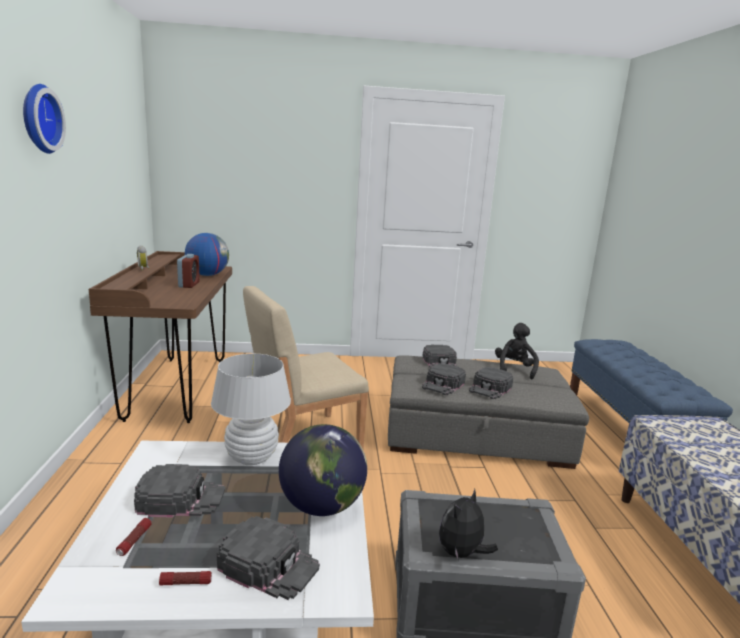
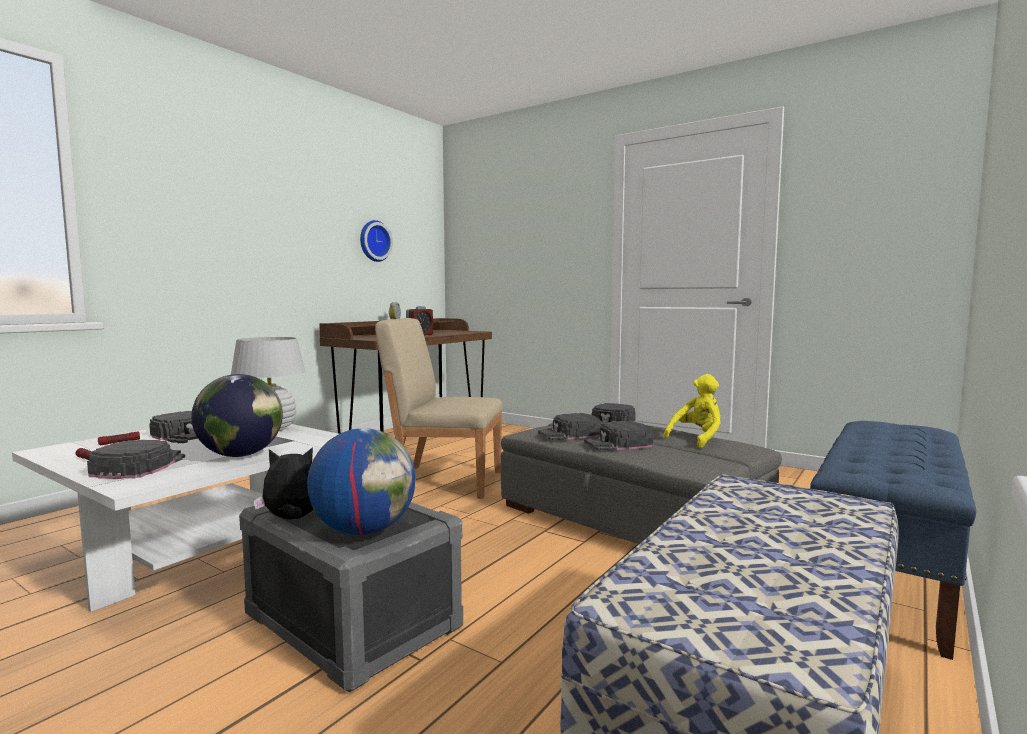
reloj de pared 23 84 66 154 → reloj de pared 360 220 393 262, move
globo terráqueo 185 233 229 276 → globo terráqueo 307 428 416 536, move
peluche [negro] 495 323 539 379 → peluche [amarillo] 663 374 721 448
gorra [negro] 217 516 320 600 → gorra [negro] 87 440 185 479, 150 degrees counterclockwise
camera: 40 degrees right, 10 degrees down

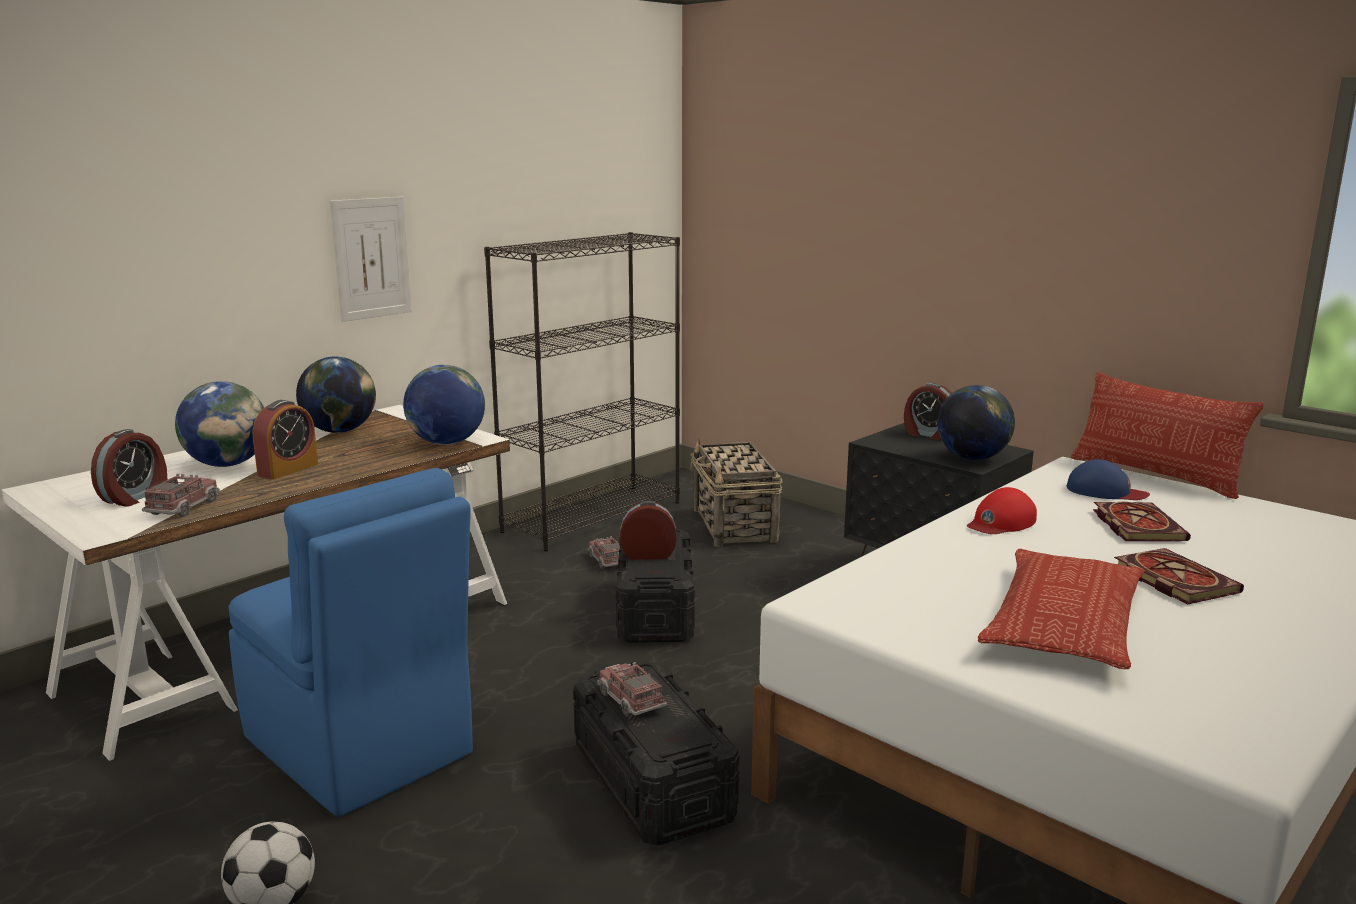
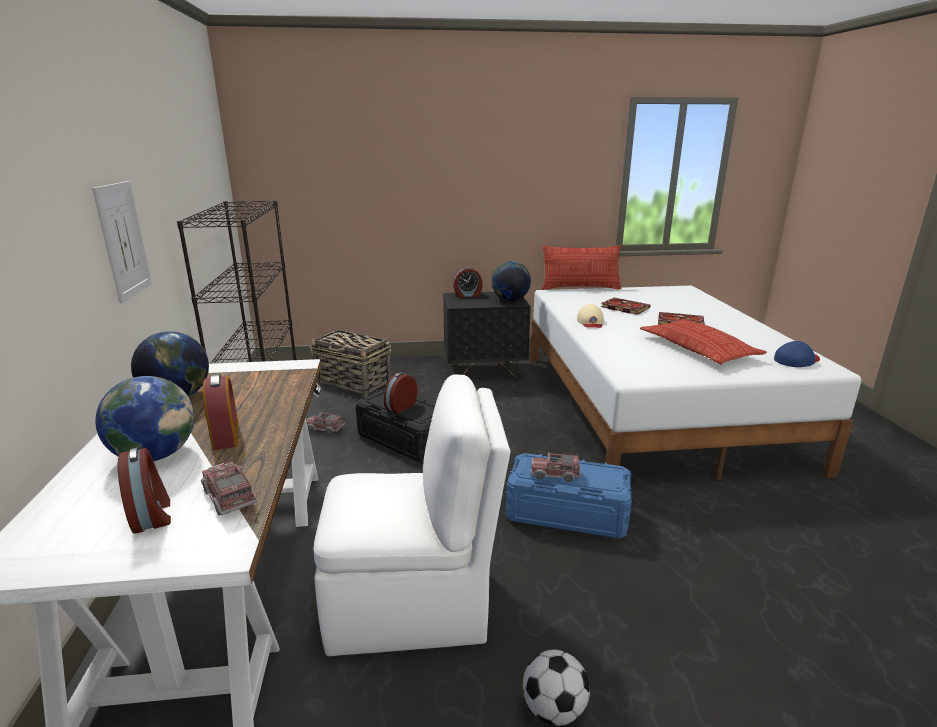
globo terráqueo 403 365 485 445 → -
gorra [azul] 1067 459 1150 500 → gorra [azul] 774 341 820 367, move
silla [azul] 229 468 473 817 → silla [blanco] 314 374 511 656
gorra [rojo] 967 487 1037 534 → gorra [beis] 577 304 604 328
caja de almacenaje [negro] 573 662 739 846 → caja de almacenaje [azul] 506 453 632 538
camera: 50 degrees left, 5 degrees up

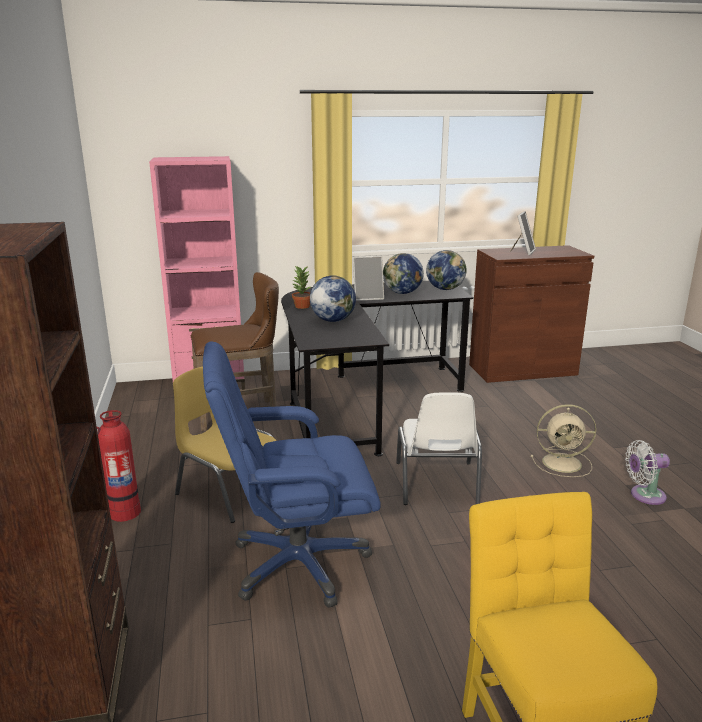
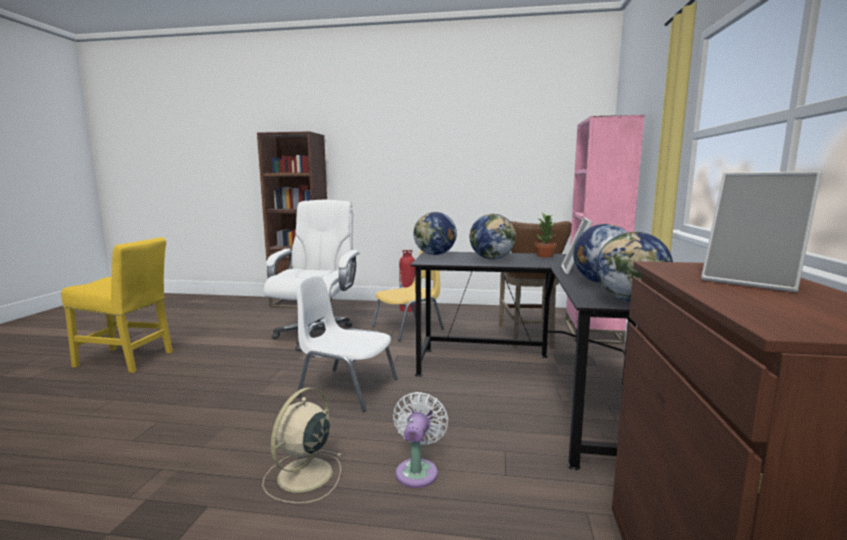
silla de oficina [azul] 203 341 381 608 → silla de oficina [blanco] 264 200 360 351
ventilador [blanco] 625 440 670 505 → ventilador [blanco] 393 392 448 488, move
- → globo terráqueo 413 212 457 255
camera: 110 degrees right, 10 degrees down

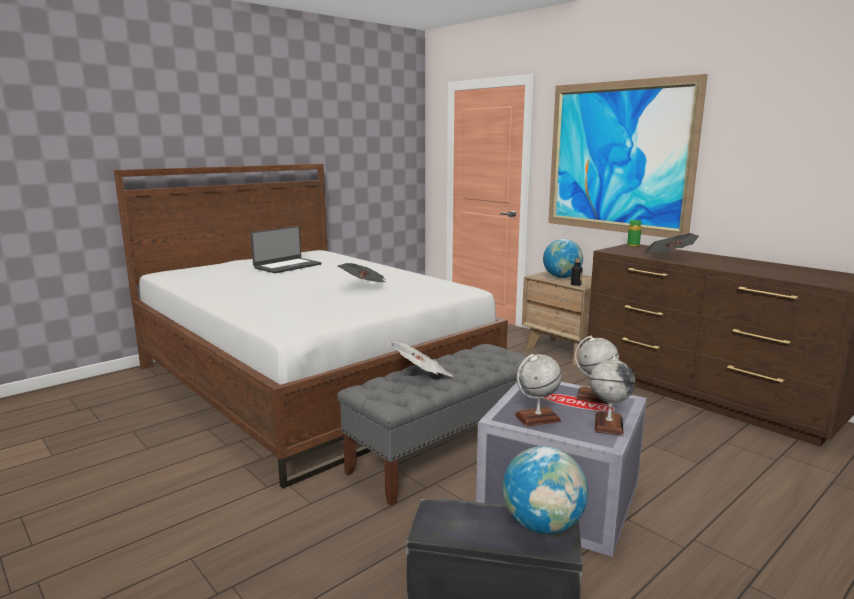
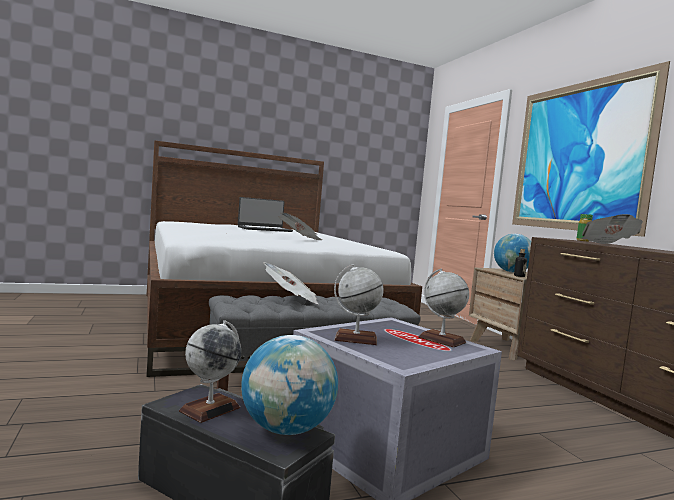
globo terráqueo 590 355 635 436 → globo terráqueo 179 320 241 423, move
camera: 20 degrees right, 10 degrees down

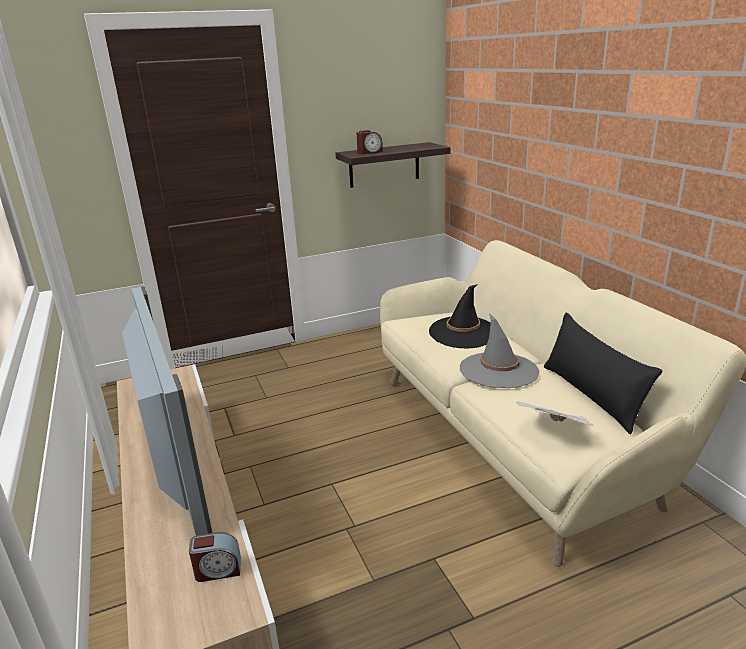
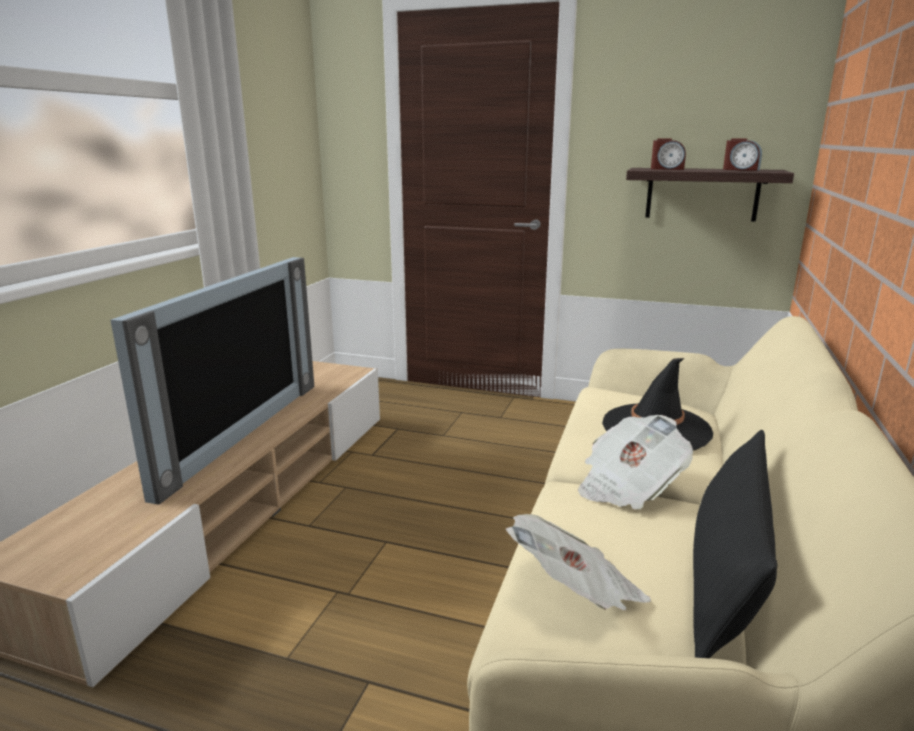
sombrero [gris] 460 313 539 388 → periódico 578 415 693 509
despertador 189 532 241 582 → despertador 723 139 762 171, move
camera: 40 degrees right, 5 degrees down

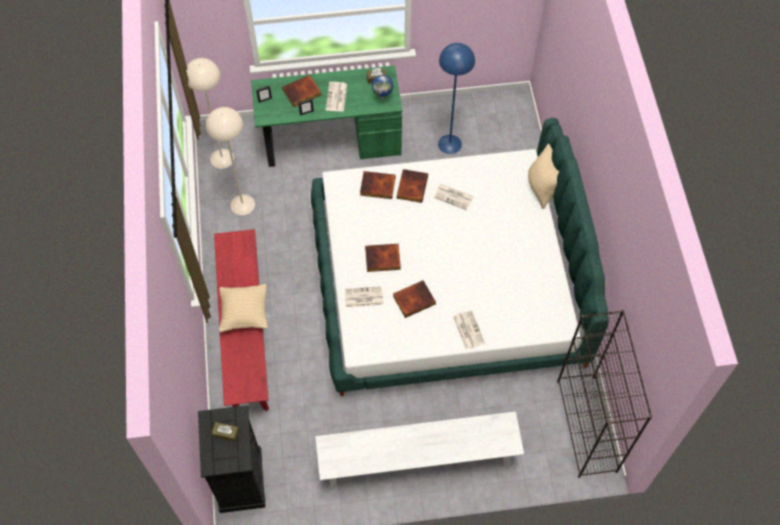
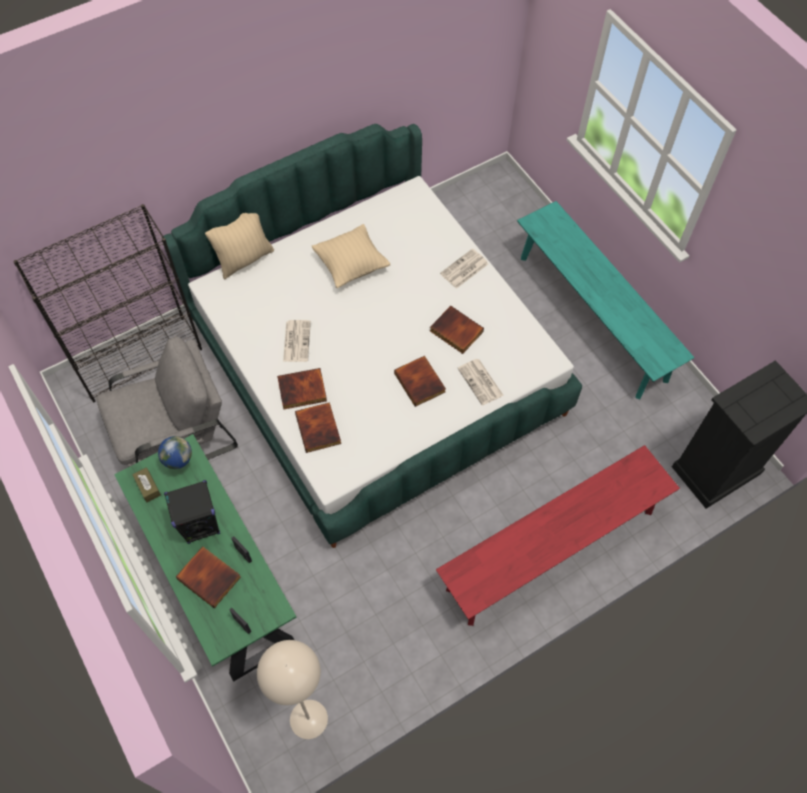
lámpara de pie [azul] 438 43 475 154 → sillón [gris] 96 337 238 467
periódico 326 82 347 112 → altavoz [negro] 164 480 220 544
lámpara de pie [beis] 206 107 255 215 → -
cojín [beis] 219 284 268 332 → cojín [beis] 312 224 390 288, move
estantería [negro] 557 310 652 478 → estantería [negro] 13 204 202 402, move
banco [blanco] 315 411 524 490 → banco [turquesa] 517 201 695 399
caja de pañuelos [marrón] 212 422 239 442 → -
camera: 115 degrees left, 0 degrees up

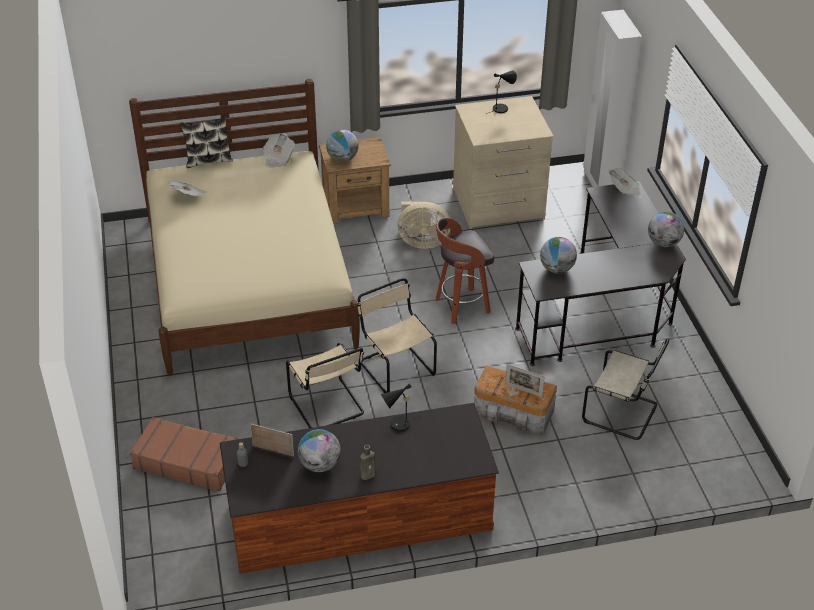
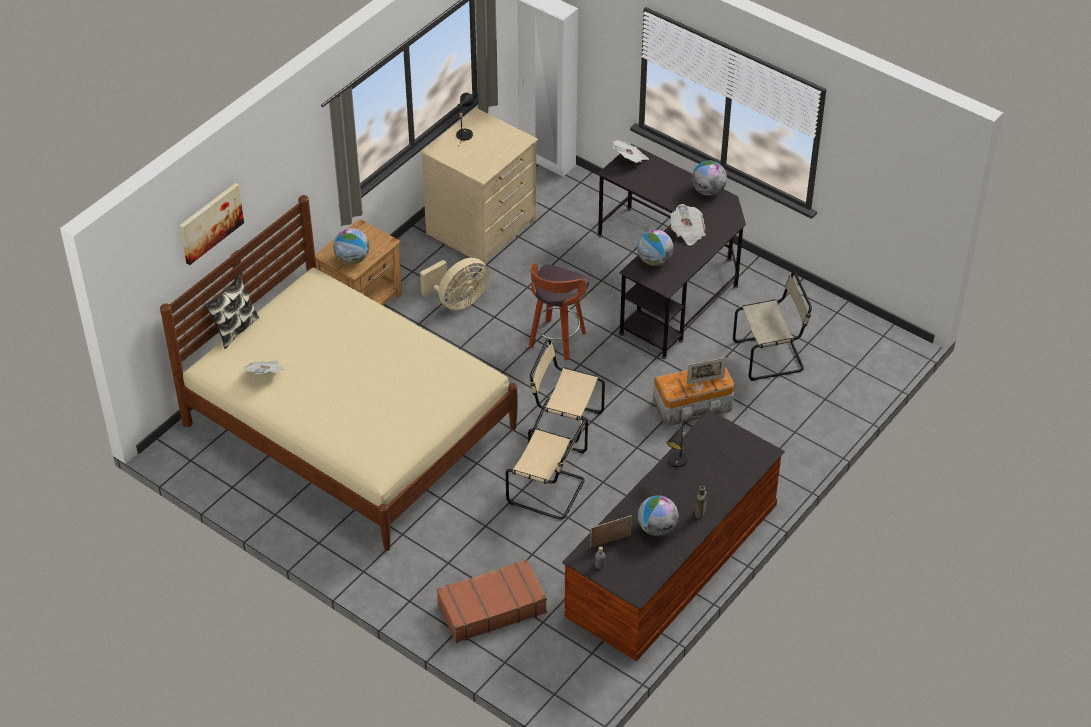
periódico 263 133 295 168 → periódico 670 204 706 246, move
- → cuadro 180 183 244 265
camera: 40 degrees left, 5 degrees up

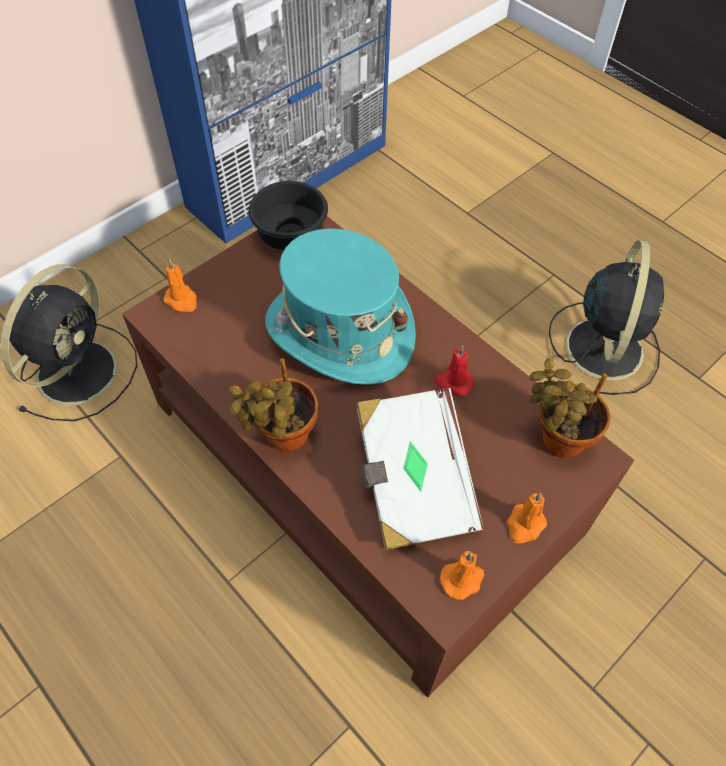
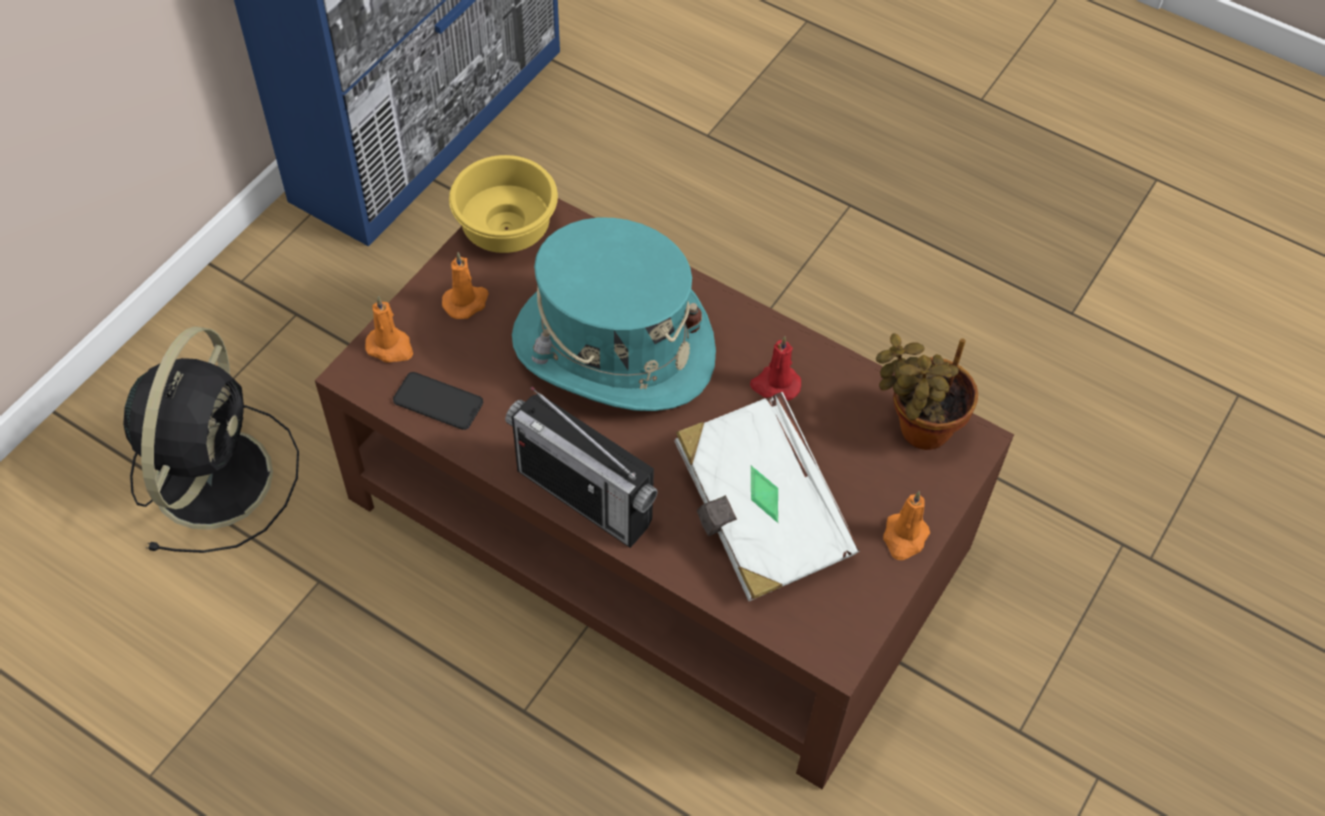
cuenco [negro] 248 181 328 250 → cuenco [amarillo] 449 155 558 253
ventilador [negro] 549 240 664 395 → -
planta en maceta 230 358 318 452 → radio 505 387 658 548
vela [naranja] 440 551 484 600 → vela [naranja] 442 252 489 319, move
- → móvil 393 372 483 430
camera: 15 degrees left, 0 degrees up

